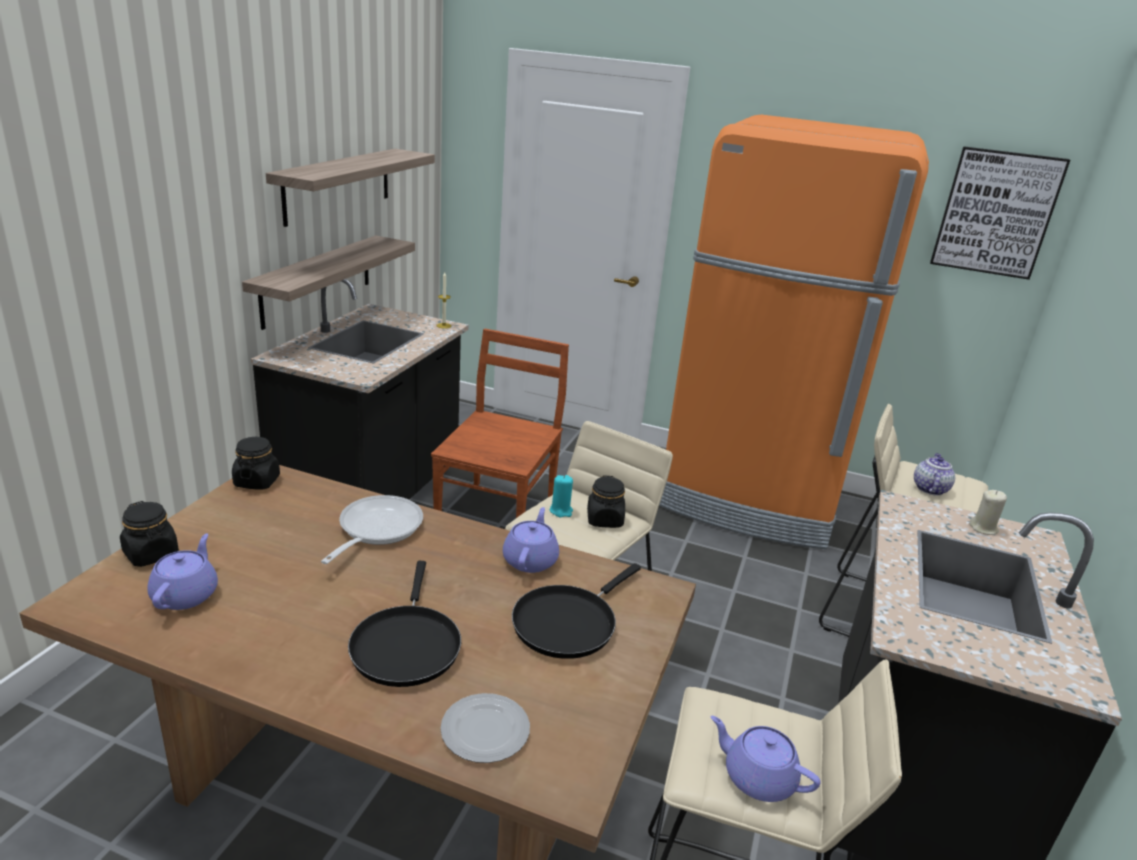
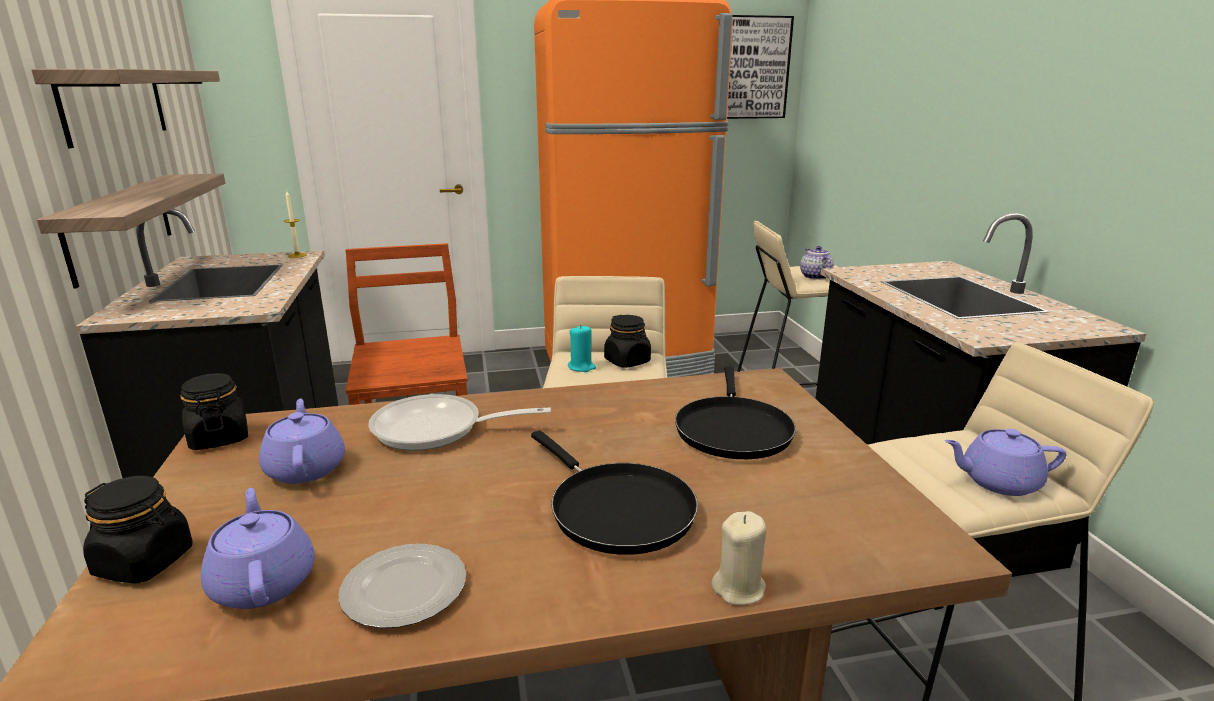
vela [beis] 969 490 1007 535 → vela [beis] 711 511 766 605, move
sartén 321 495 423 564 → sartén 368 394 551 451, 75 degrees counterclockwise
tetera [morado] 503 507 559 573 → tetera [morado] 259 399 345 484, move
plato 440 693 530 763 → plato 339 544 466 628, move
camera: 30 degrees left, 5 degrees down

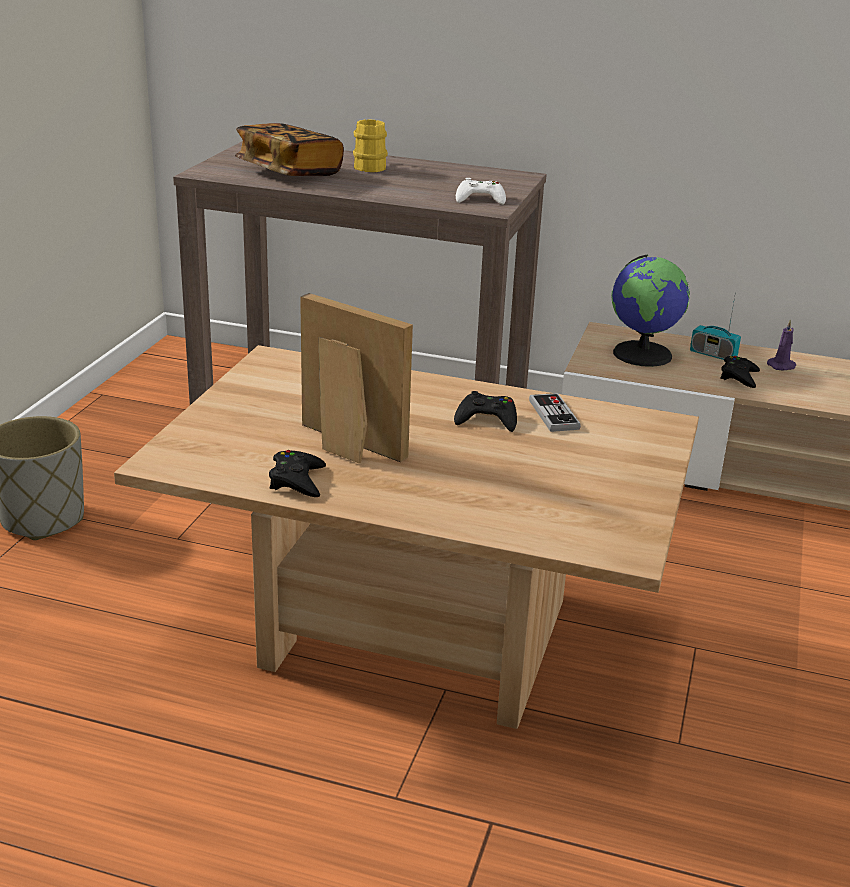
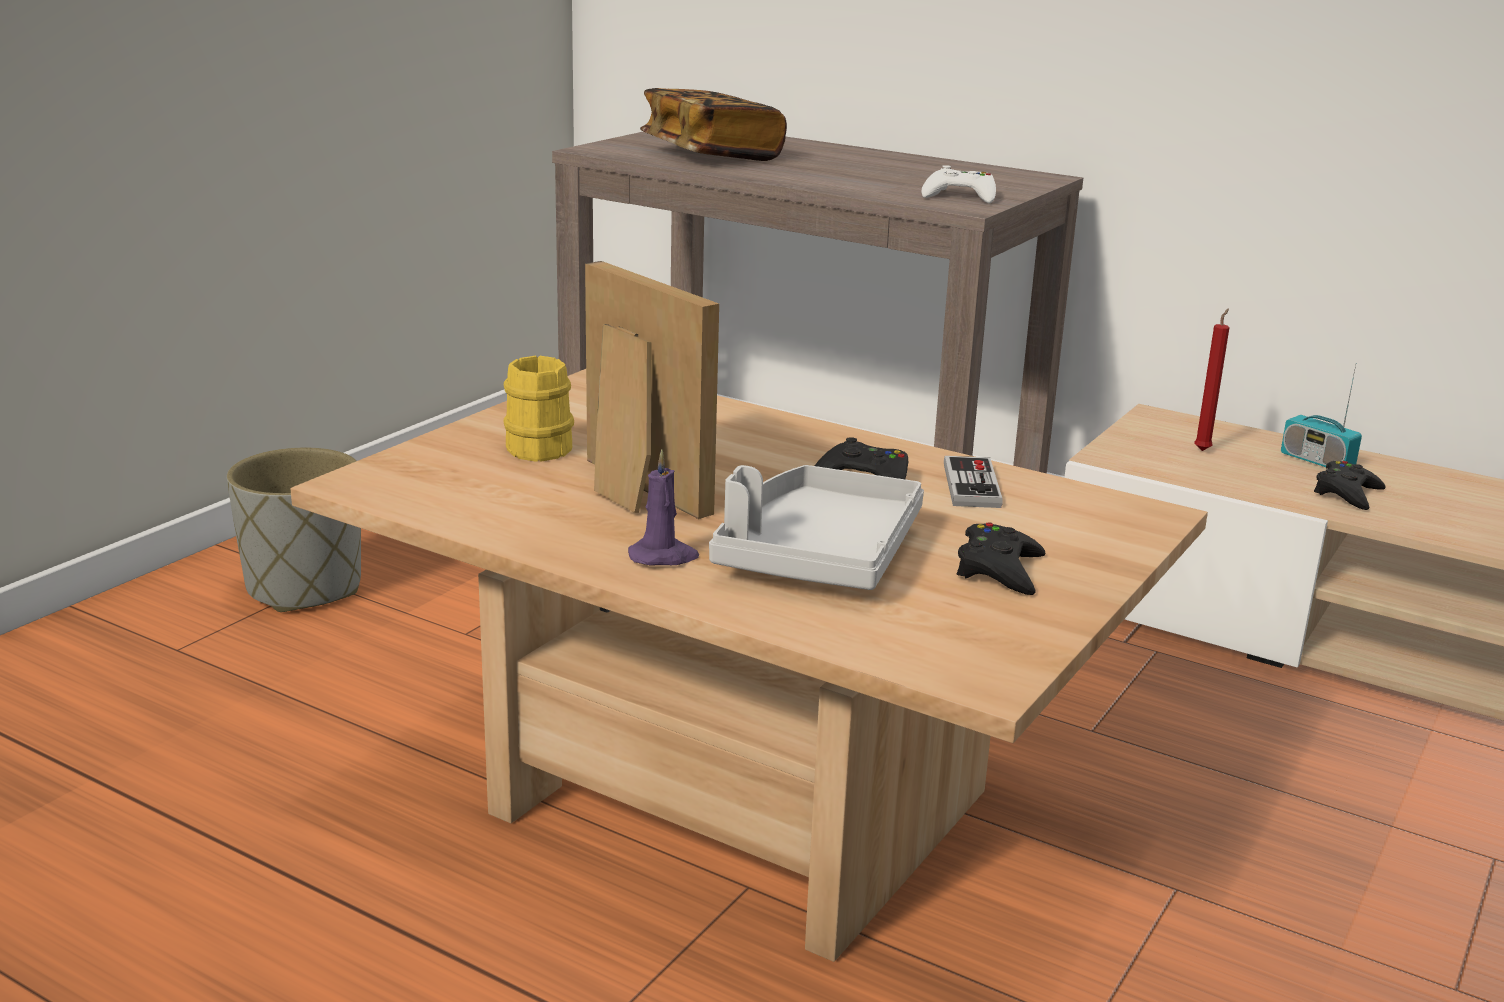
taza grande [amarillo] 353 119 388 172 → taza grande [amarillo] 503 356 574 462, move
globo terráqueo 611 255 690 367 → vela [rojo] 1194 308 1230 451
vela [morado] 767 319 796 370 → vela [morado] 628 450 699 565, move
mando de consola [negro] 269 450 326 497 → mando de consola [negro] 957 522 1045 595, move
- → bandeja [gris] 709 465 924 590
camera: 15 degrees right, 5 degrees down

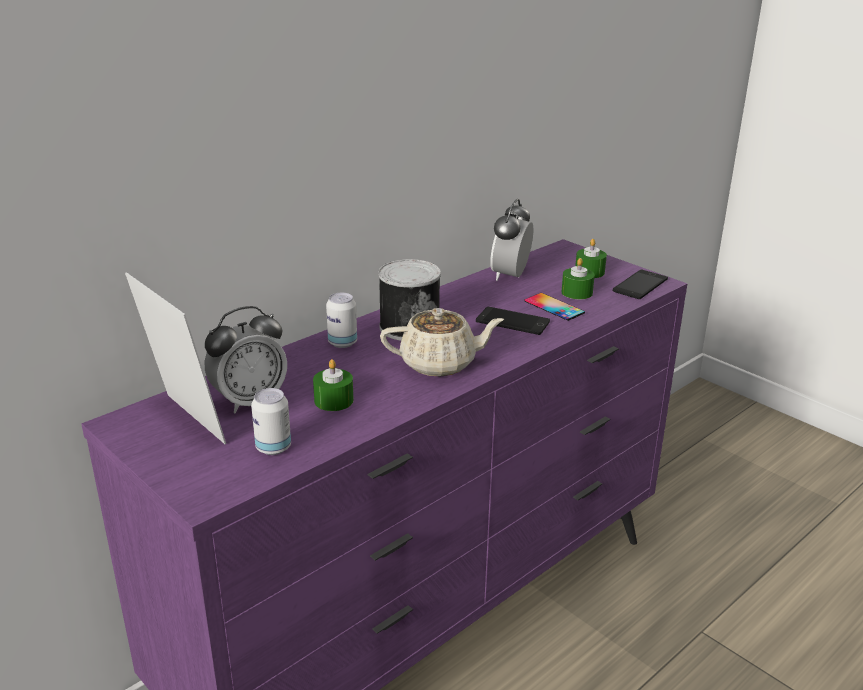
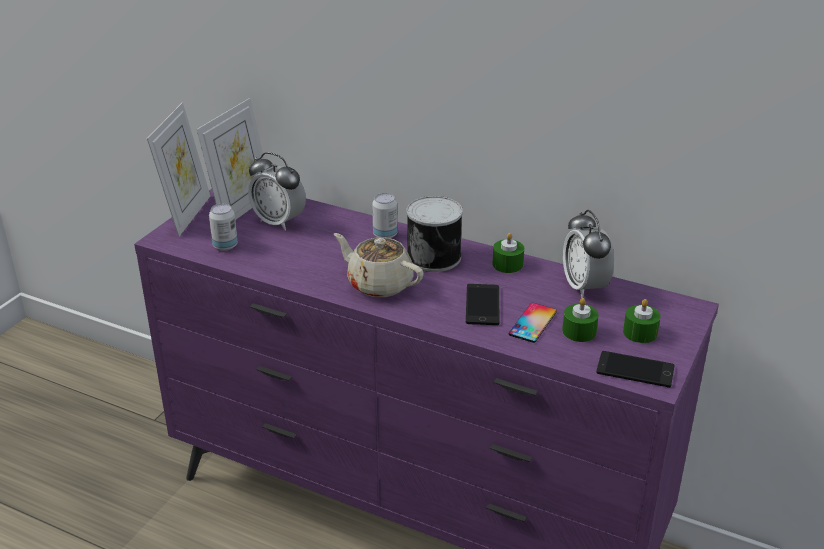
despertador 490 199 534 281 → despertador 563 210 614 298, 105 degrees counterclockwise
tetera [beis] 380 308 504 376 → tetera [beis] 334 233 424 297, 150 degrees clockwise
vela [verde] 313 359 354 411 → vela [verde] 492 233 524 273, move
- → portarretratos 147 102 210 237
camera: 70 degrees right, 5 degrees up

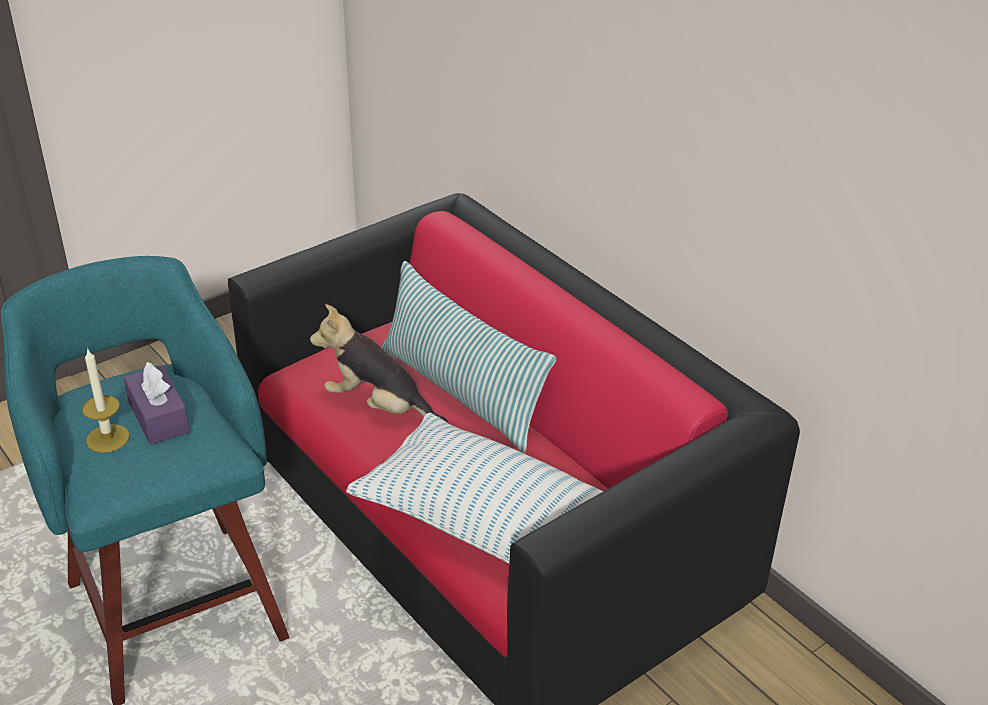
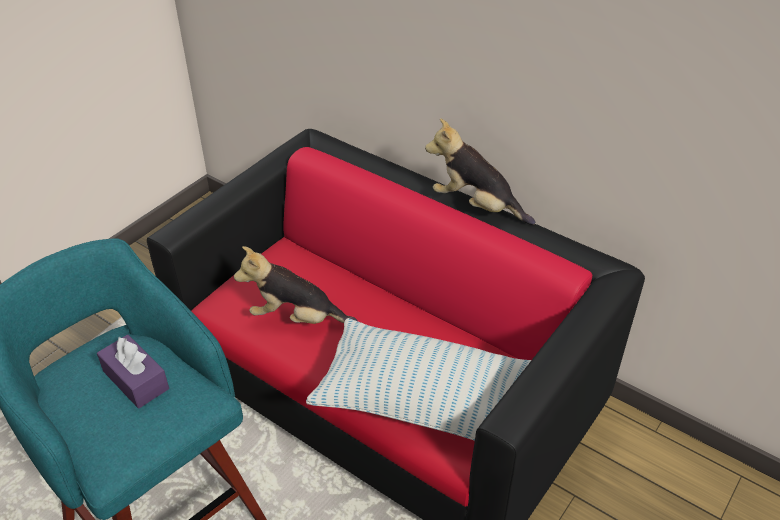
cojín 381 261 557 453 → -
vela 82 350 130 453 → -
- → peluche 425 118 535 225
camera: 15 degrees left, 5 degrees up

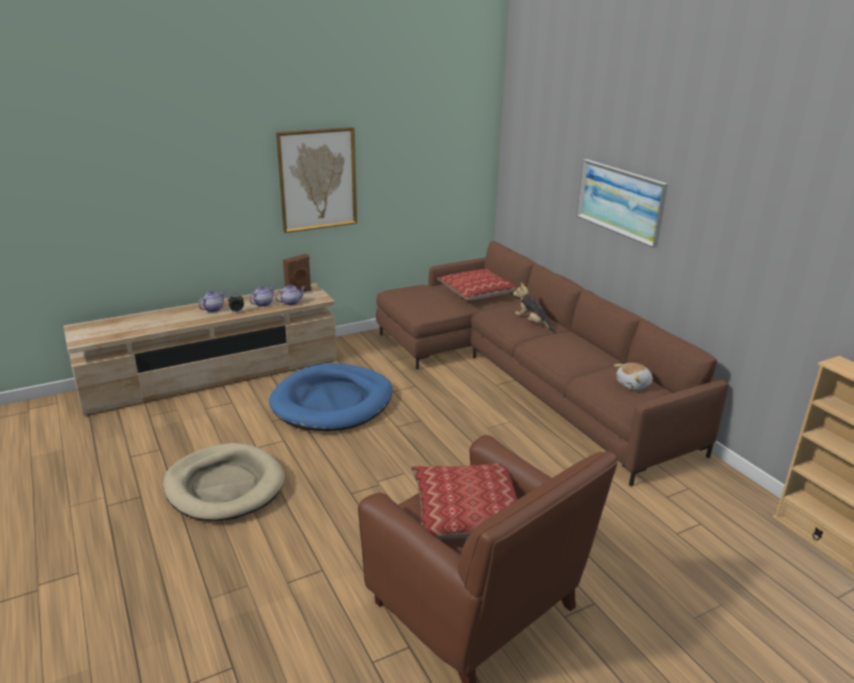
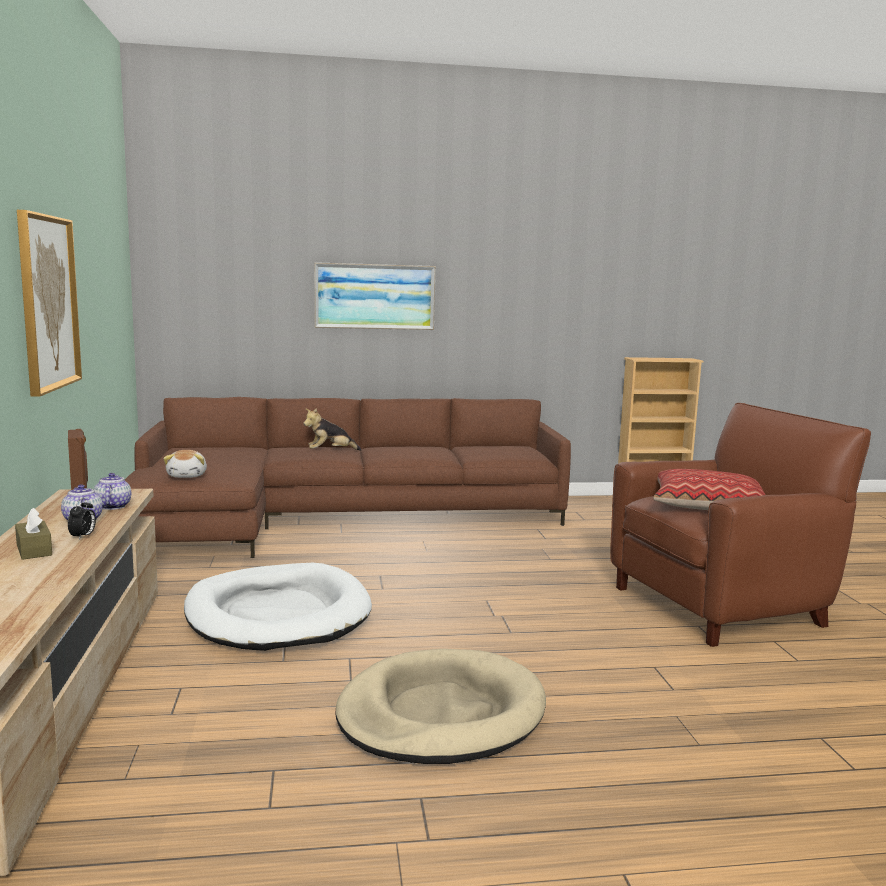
cojín 437 269 518 300 → -
tetera 198 291 225 312 → caja de pañuelos [marrón] 15 508 52 560
cama para perro [azul] 269 363 392 431 → cama para perro [blanco] 184 563 372 651
peluche 614 363 653 390 → peluche 163 450 207 478, move
camera: 70 degrees left, 15 degrees down

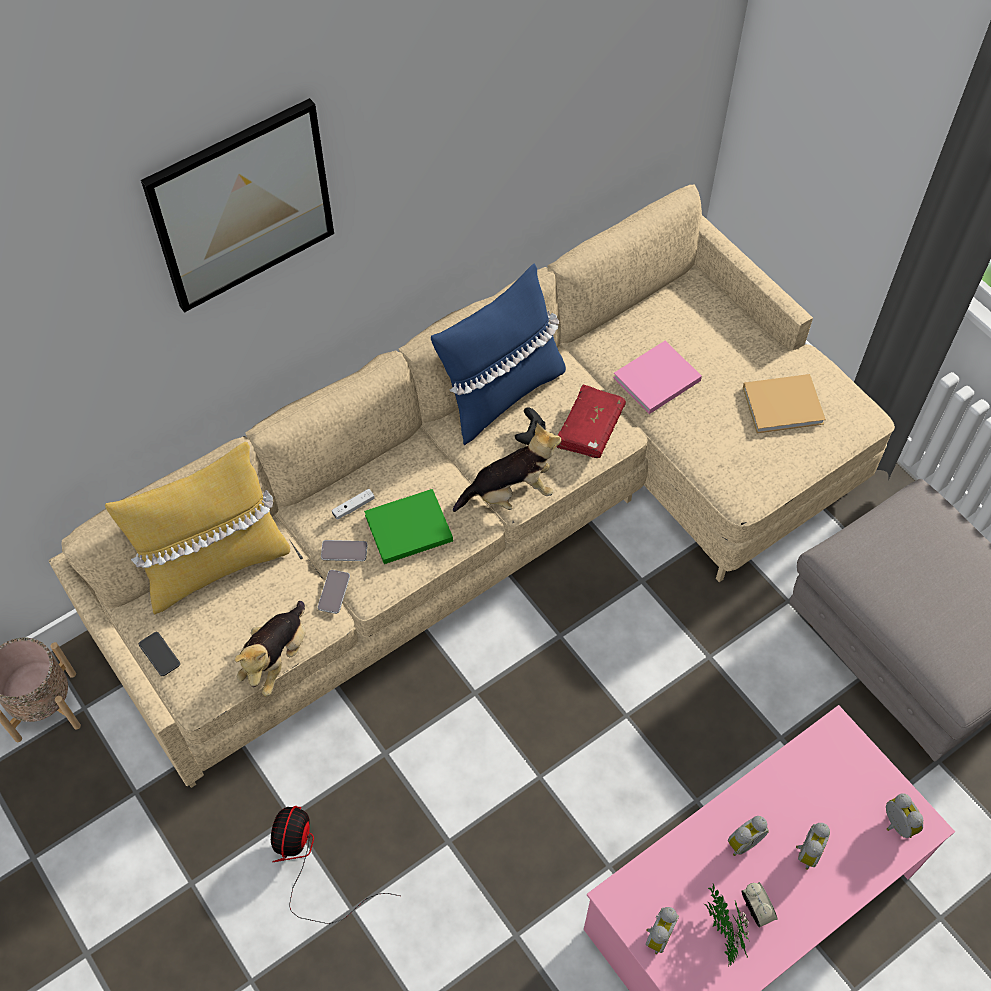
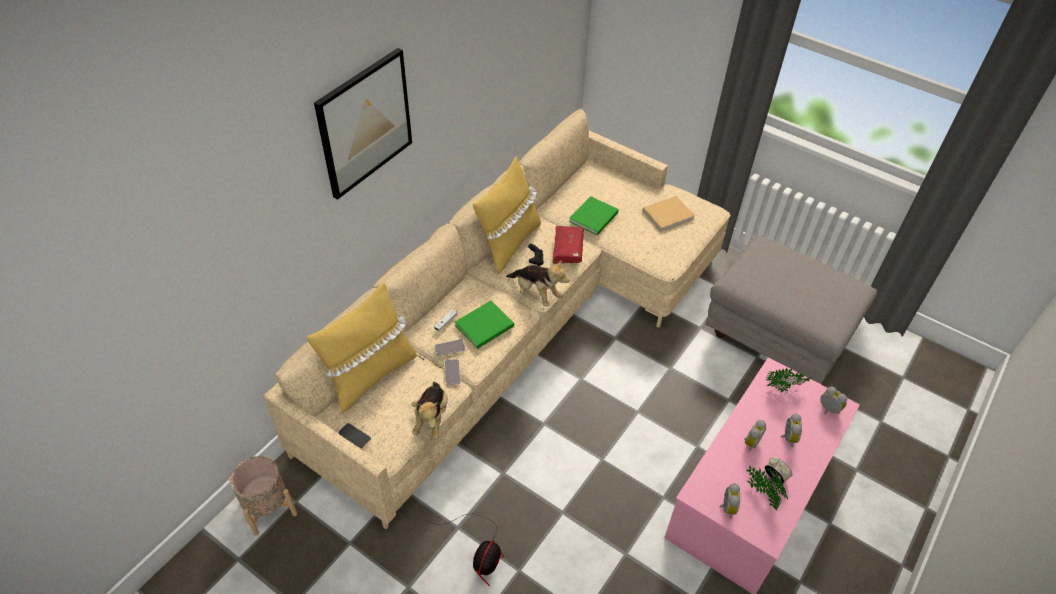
cojín [azul] 431 264 566 445 → cojín [amarillo] 473 156 541 275
libro [rosa] 613 341 702 414 → libro [verde] 569 196 619 236
peluche 453 423 561 512 → peluche 506 260 570 307, 75 degrees clockwise
ventilador 271 806 400 924 → ventilador 428 513 504 586, 150 degrees counterclockwise
- → planta en maceta 766 368 811 392
camera: 20 degrees left, 10 degrees down

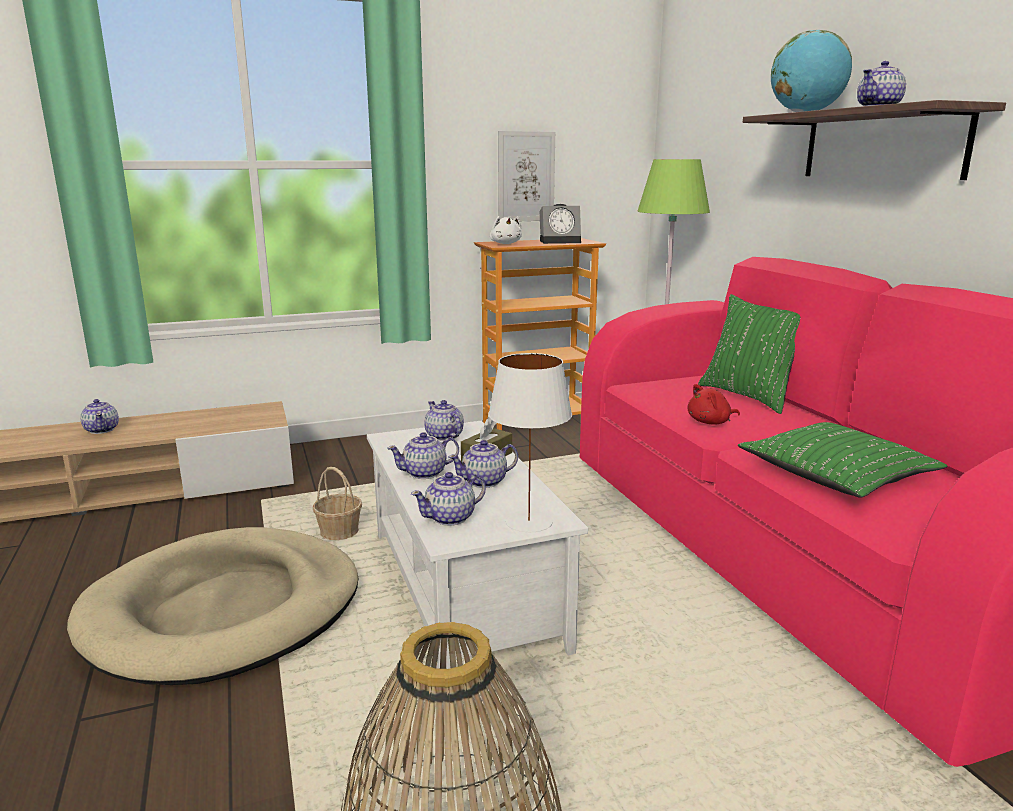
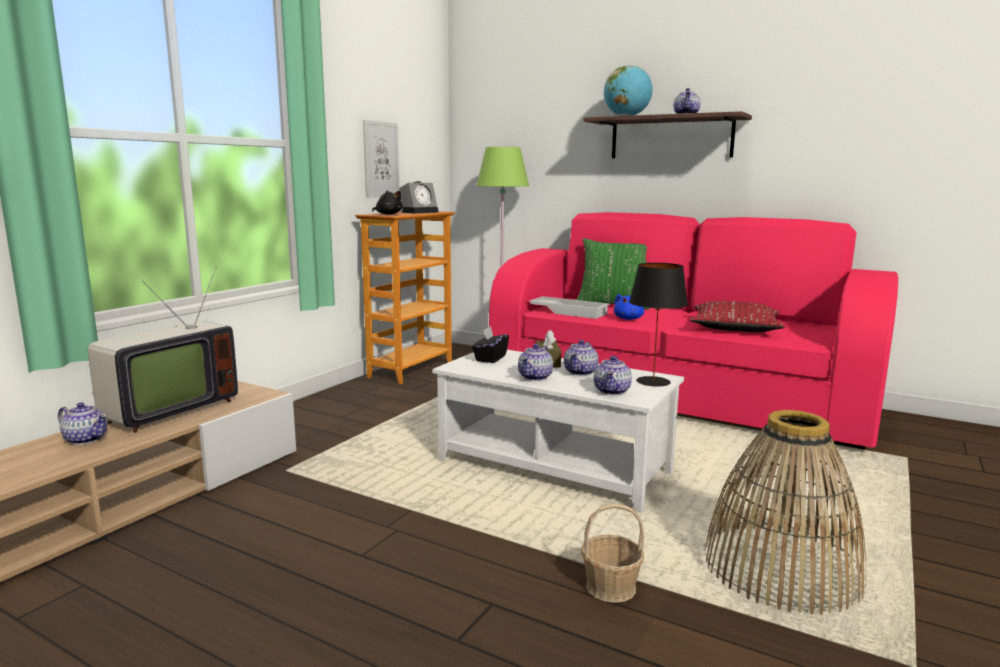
peluche [blanco] 490 216 522 244 → peluche [negro] 372 191 403 215
lámpara de mesa [blanco] 488 353 572 532 → lámpara de mesa [negro] 629 263 688 387
peluche [rojo] 688 384 740 425 → peluche [azul] 614 294 644 320
tetera 424 400 464 441 → caja de pañuelos [negro] 472 326 509 363
cojín [verde] 738 422 947 497 → cojín [rojo] 689 301 785 332
cesta 313 467 362 540 → cesta 581 504 644 603, move
cama para perro [beis] 67 527 358 685 → -
- → televisor 88 266 238 433
- → bandeja [blanco] 529 296 610 319
camera: 40 degrees left, 5 degrees down

